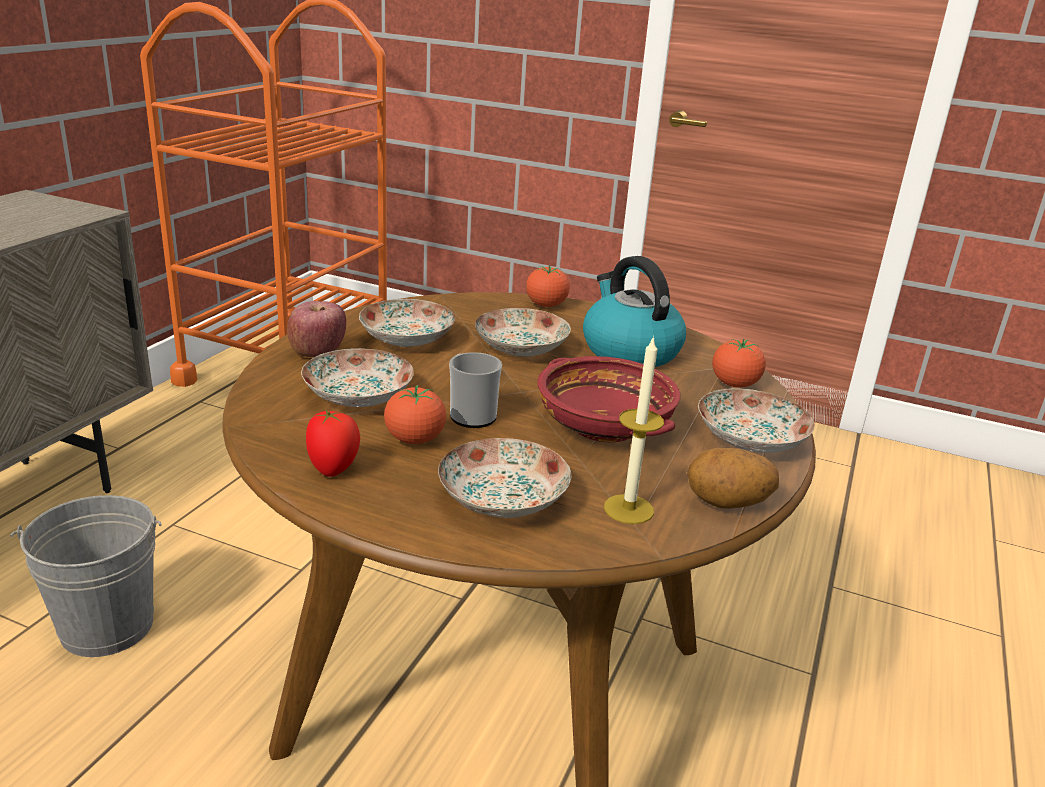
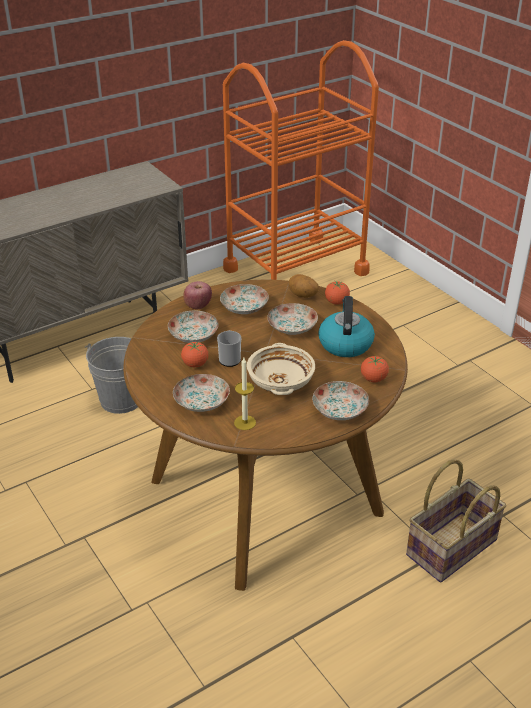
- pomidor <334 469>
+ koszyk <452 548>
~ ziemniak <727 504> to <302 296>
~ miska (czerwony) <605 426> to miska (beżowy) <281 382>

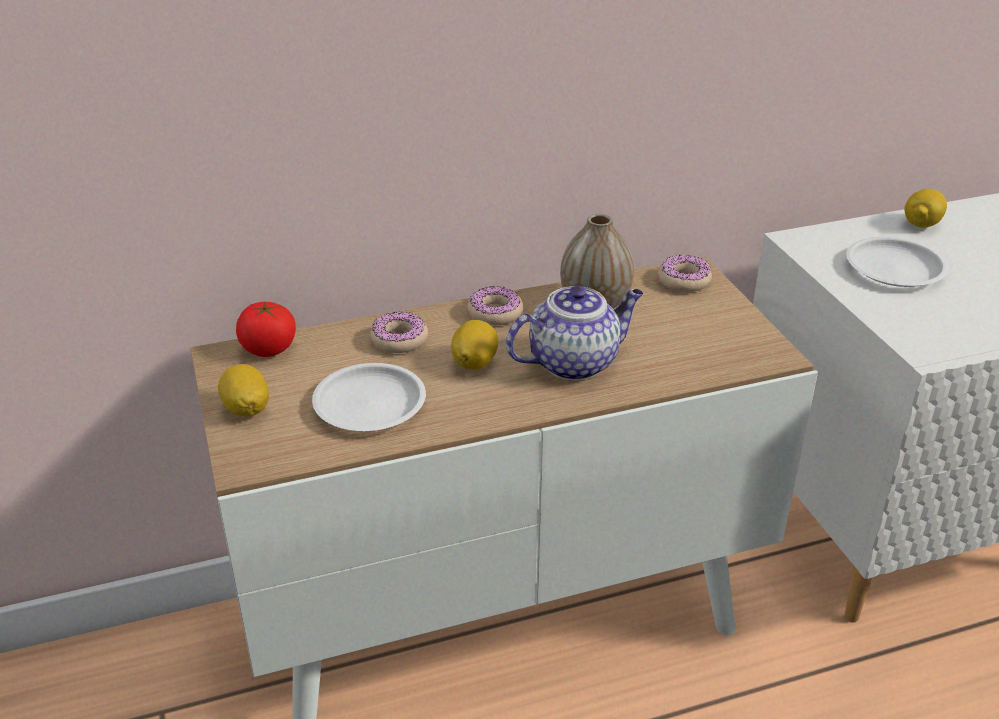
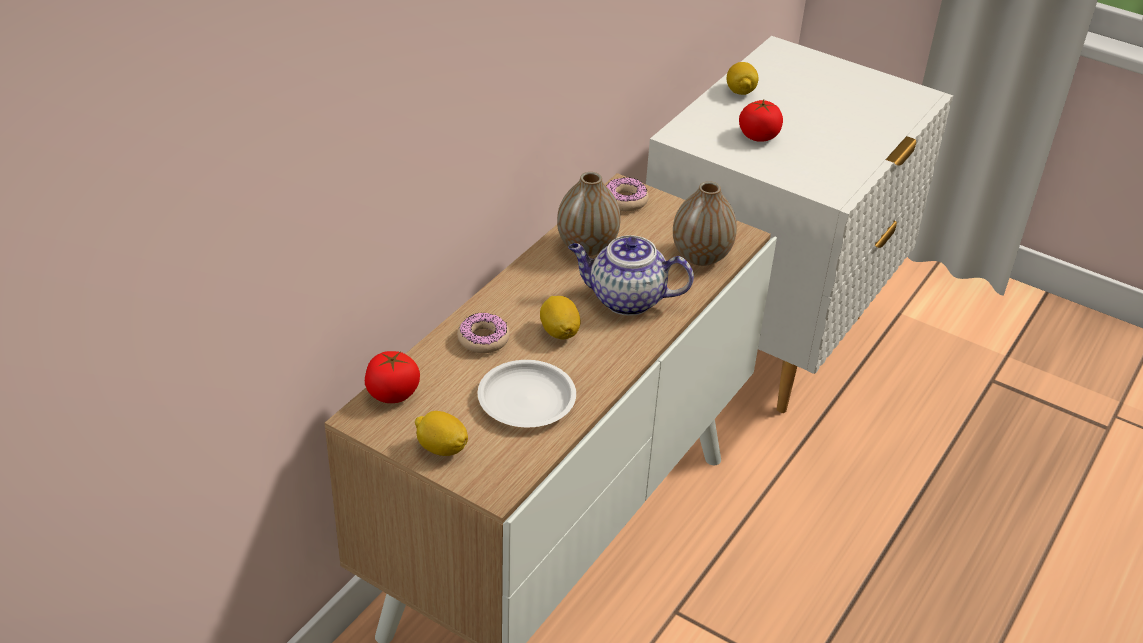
- donut <495 313>
+ wazon <701 256>
~ talerz (biały) <895 268> to pomidor <759 136>
~ imbryk <574 362> = <625 299> 105 degrees counterclockwise

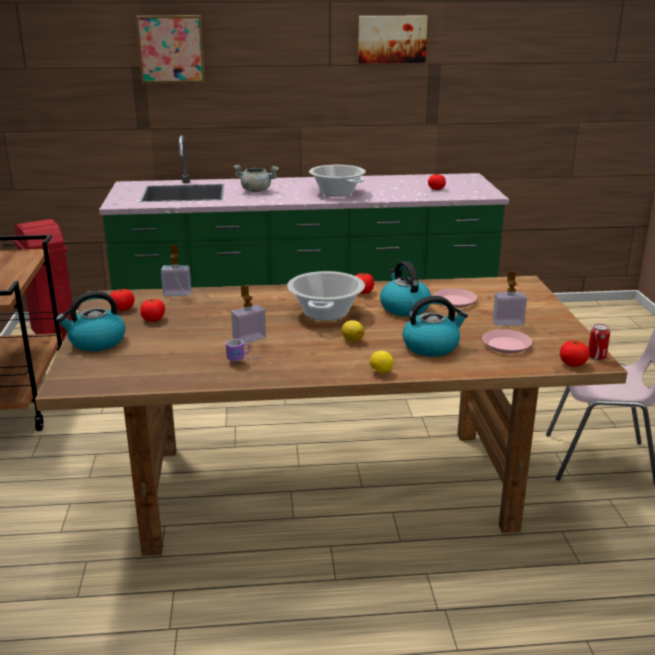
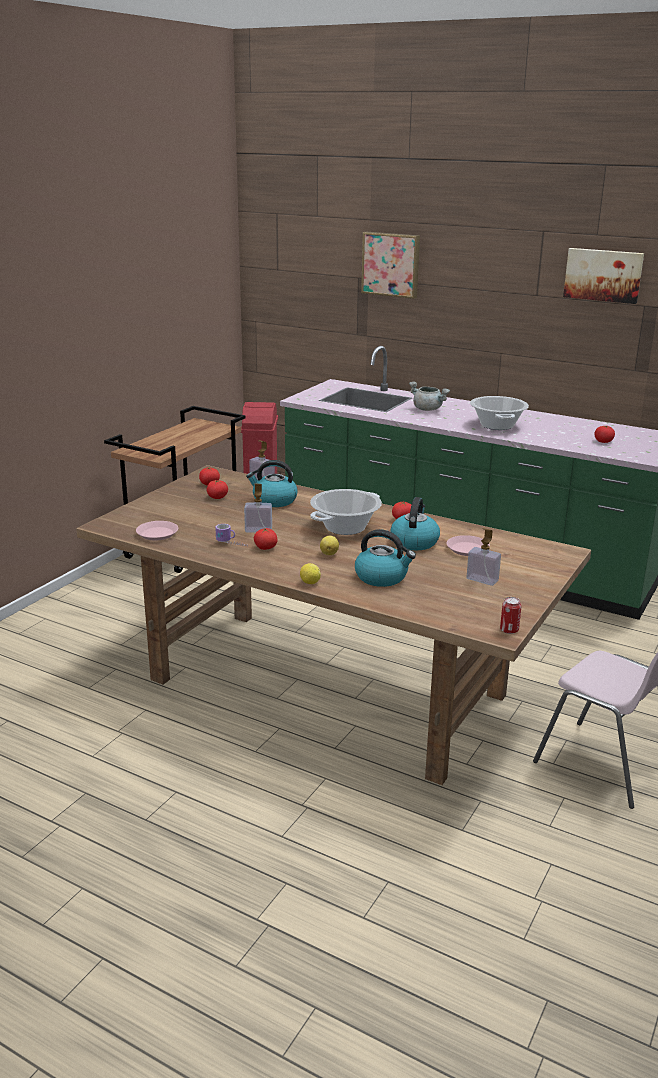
~ czajnik <96 342> to <274 500>
~ talerz (różowy) <506 345> to <157 534>
~ pomidor <573 364> to <265 548>

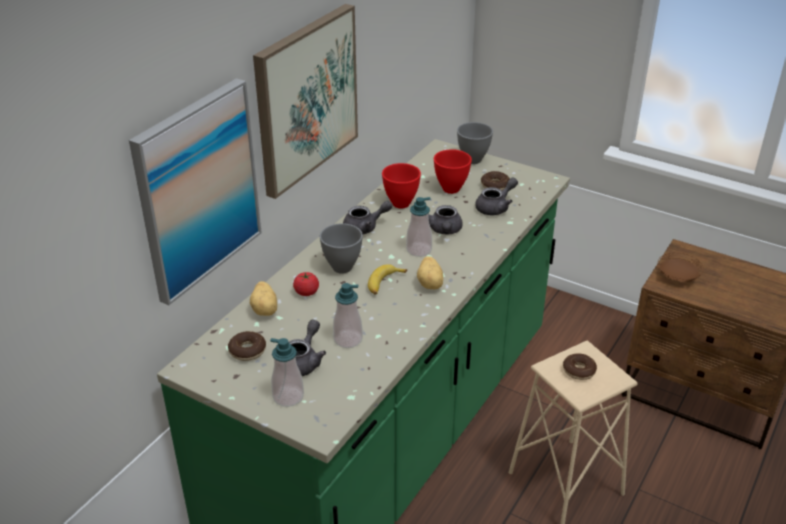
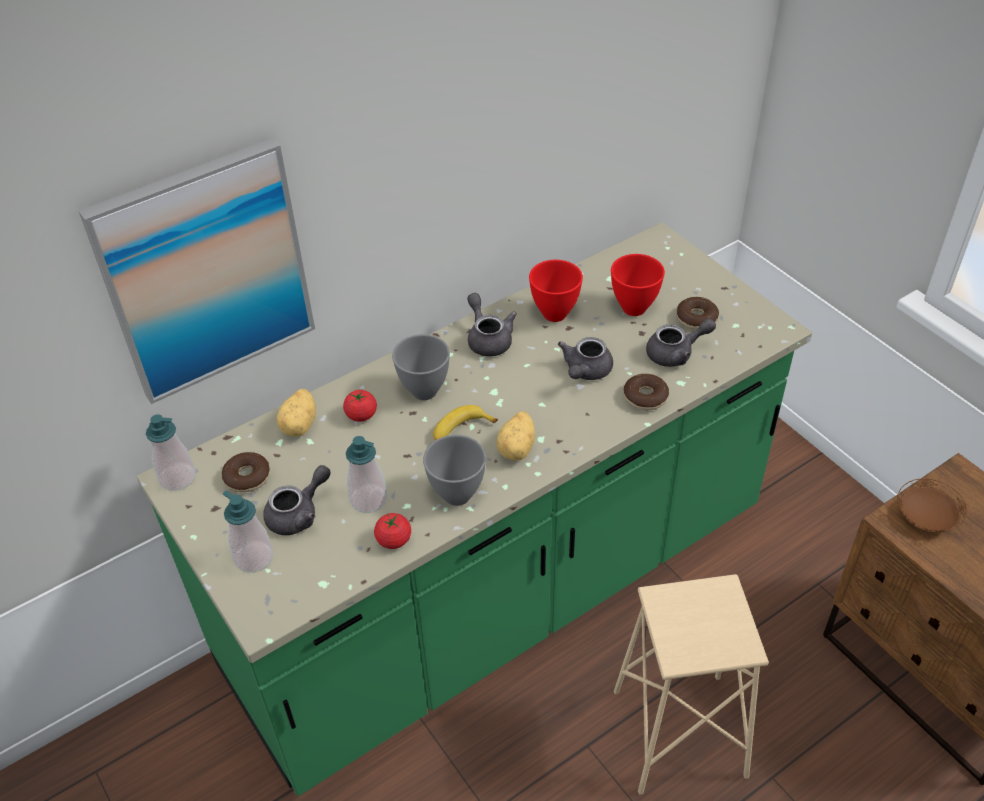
- obraz <306 99>
+ pomidor <394 540>
~ dozownik mydła <419 250> to <177 478>
~ miska (szary) <472 159> to <457 493>
~ donut <579 371> to <645 397>
~ imbryk (szary) <365 227> = <488 338> 120 degrees counterclockwise

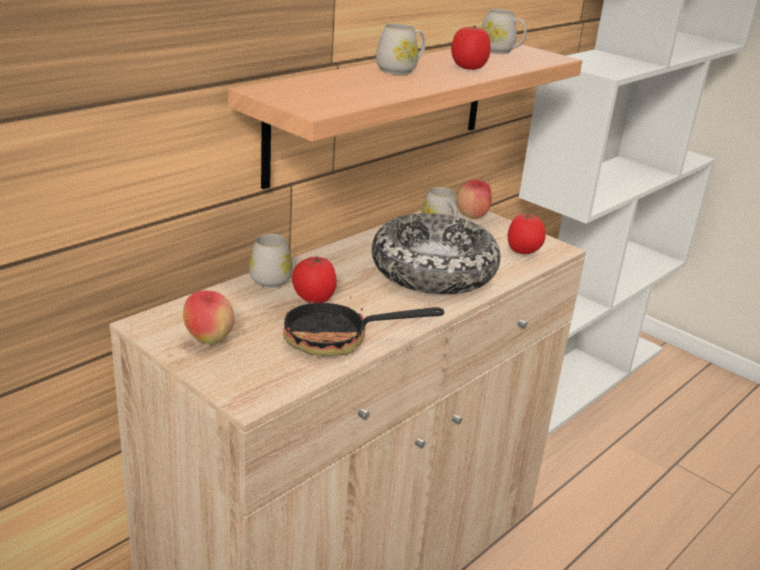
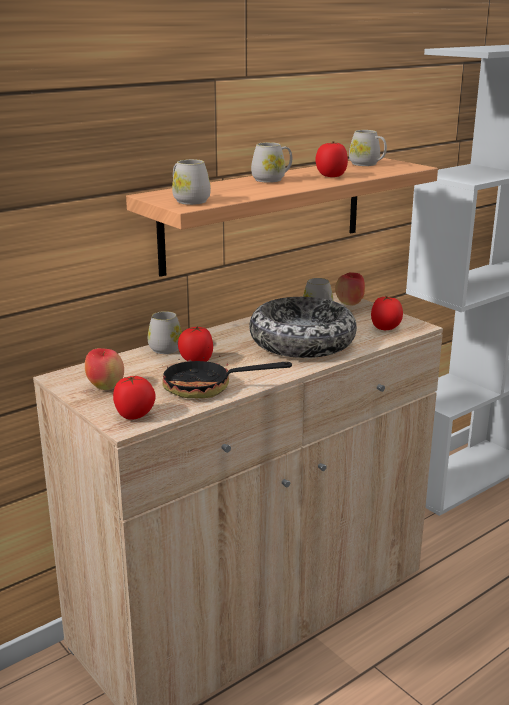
+ pomidor <135 415>
+ kubek (biały) <188 200>

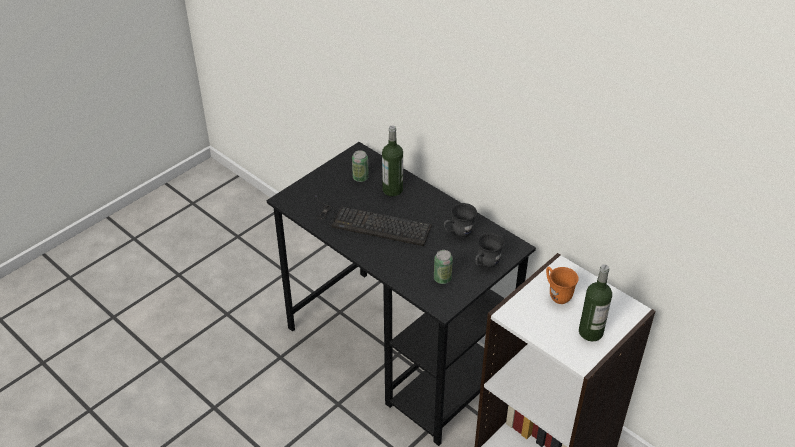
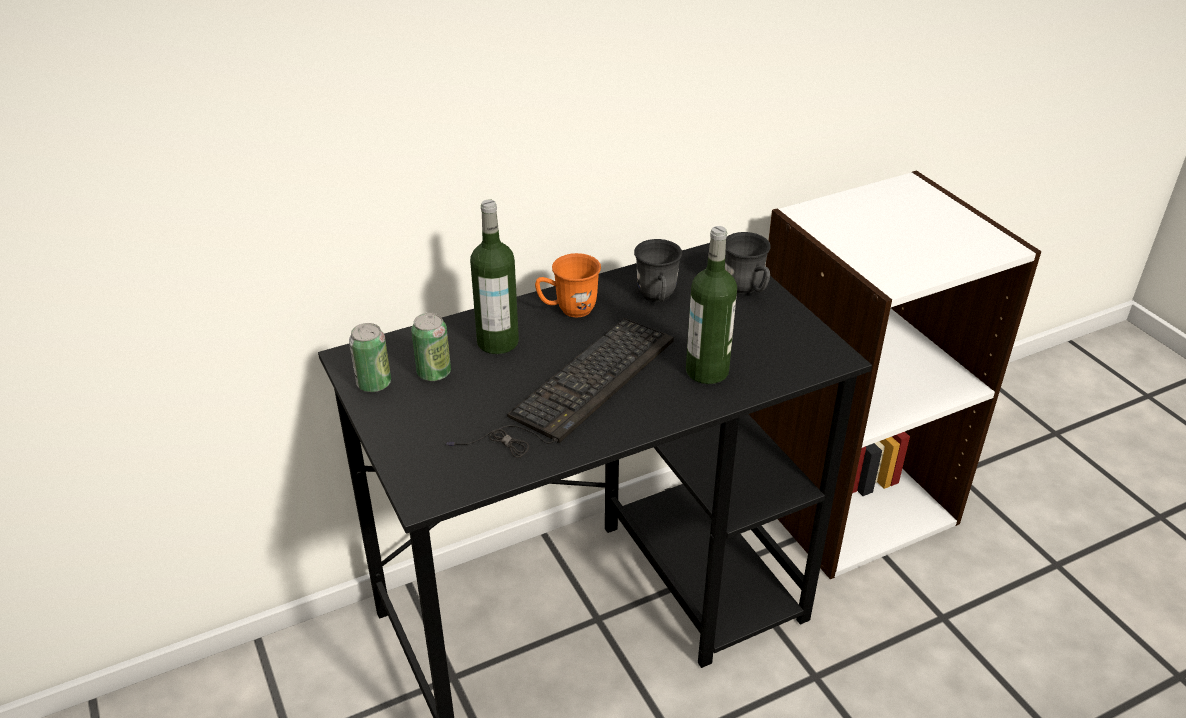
~ puszka <442 279> to <374 384>
~ kubek (pomarańczowy) <557 294> to <568 310>
~ butelka <590 332> to <707 371>

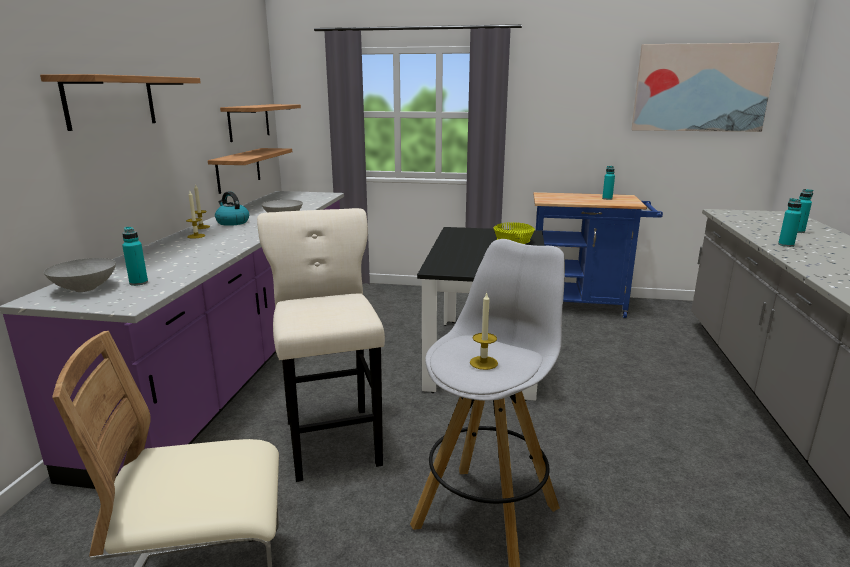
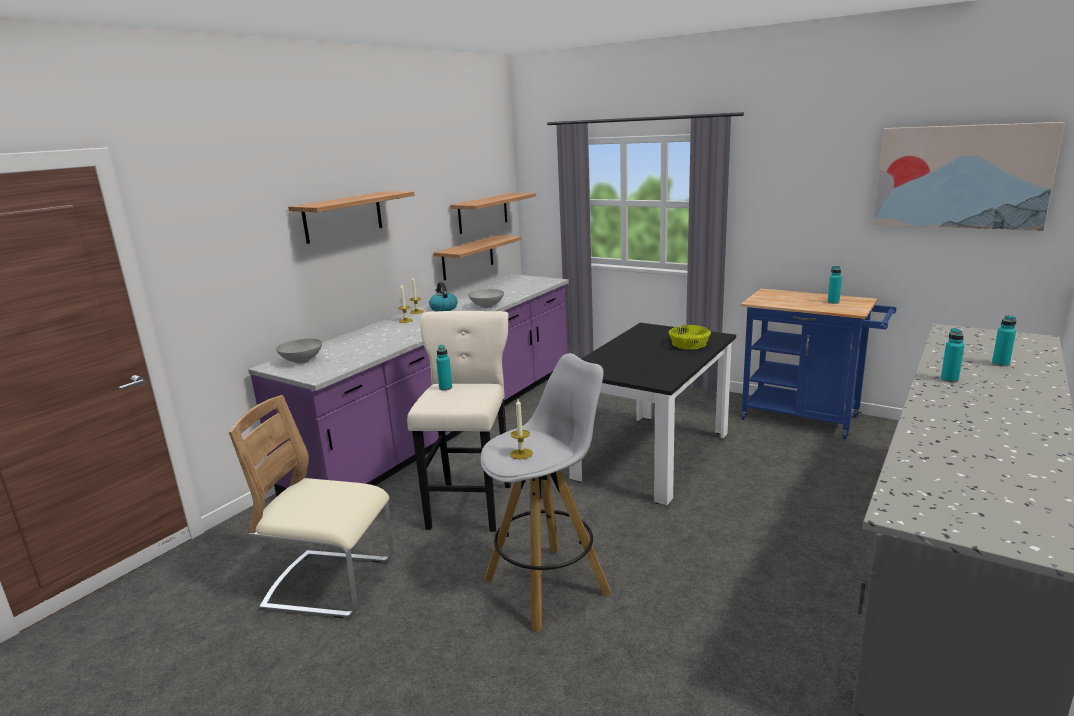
~ butelka (turkusowy) <138 283> to <445 388>

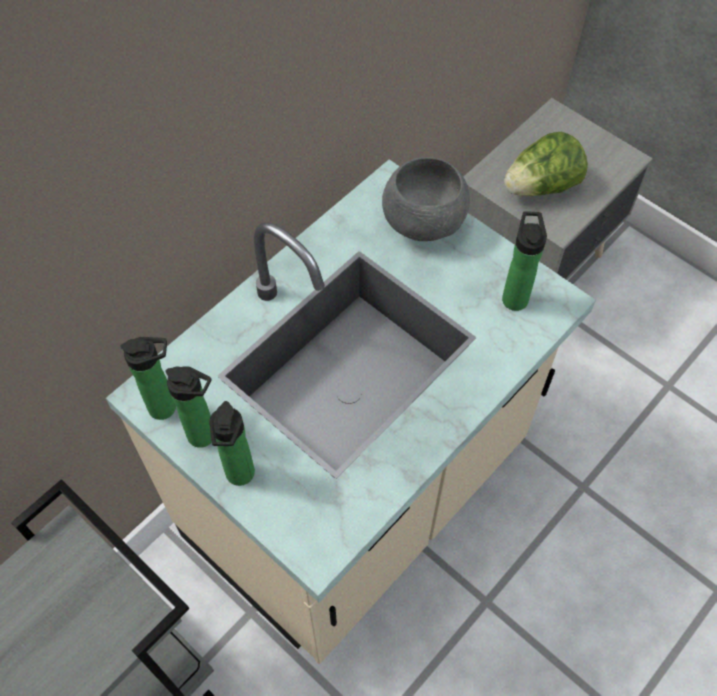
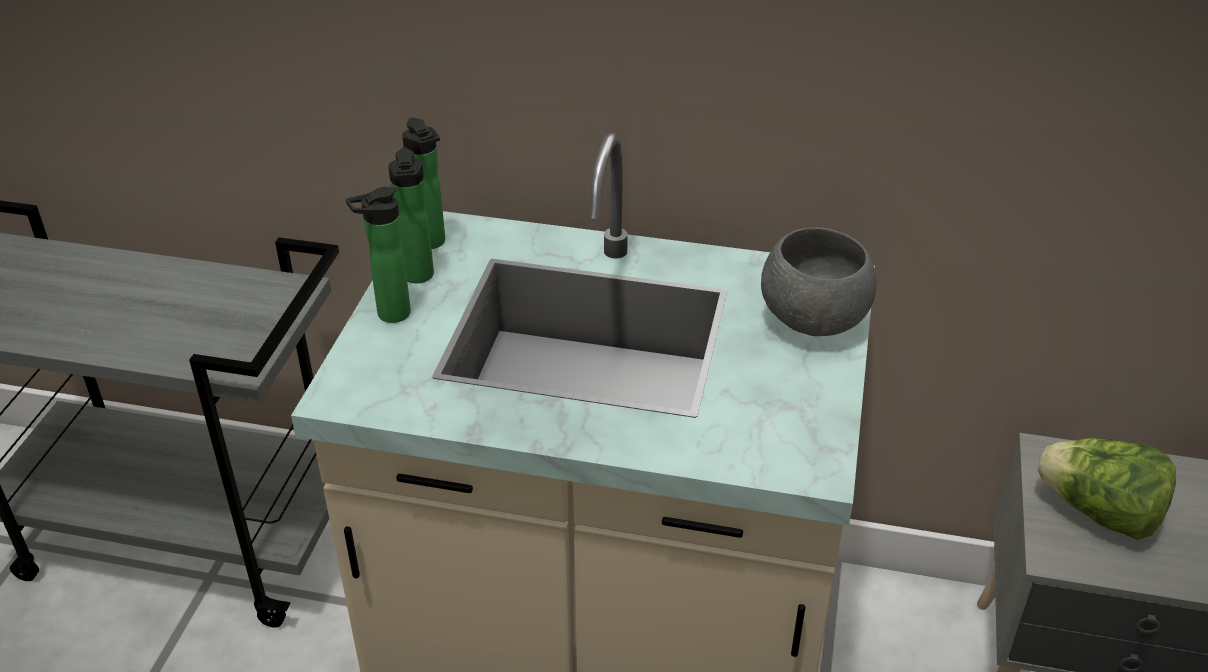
- butelka <514 296>

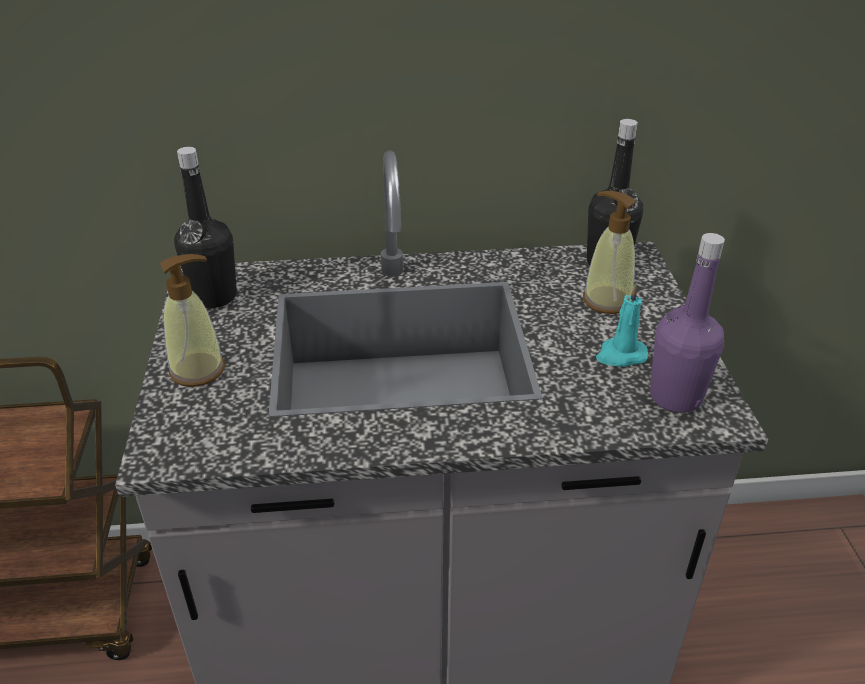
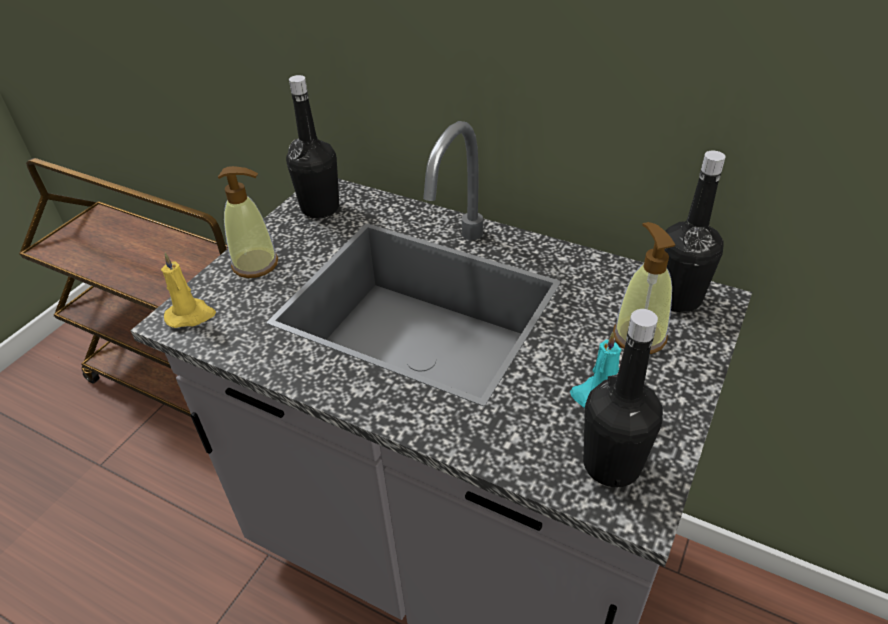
+ świeca (żółty) <191 315>
~ butelka (fioletowy) <675 397> to butelka (czarny) <611 464>

